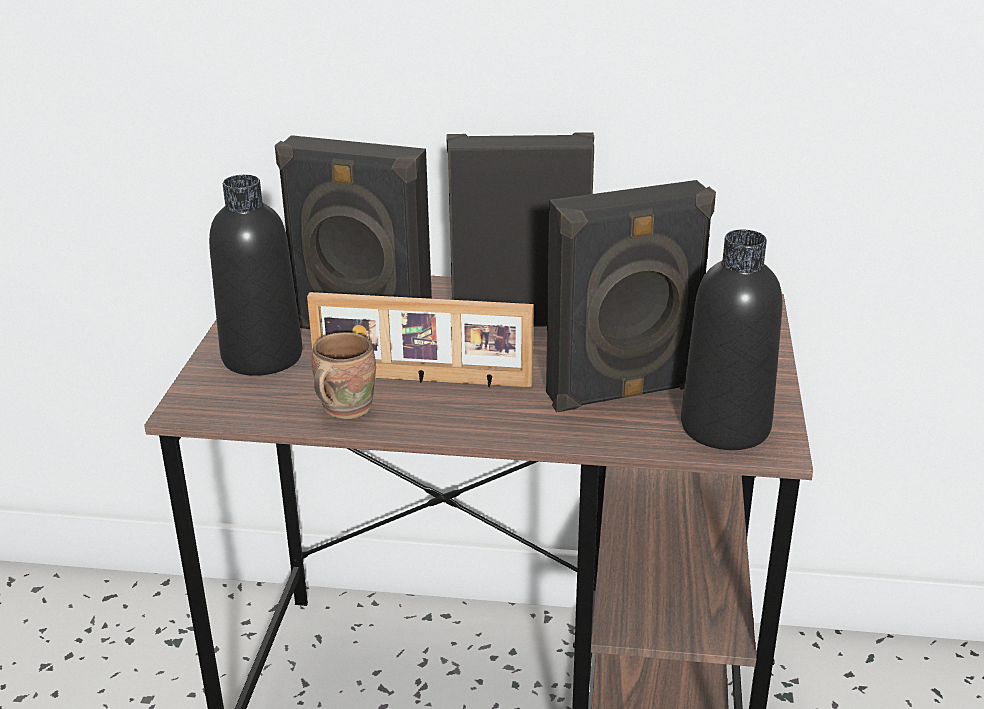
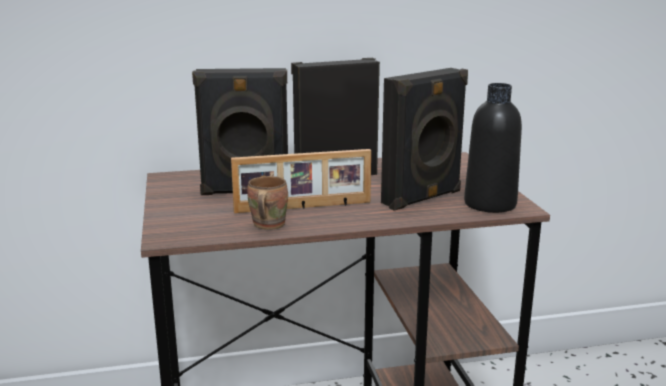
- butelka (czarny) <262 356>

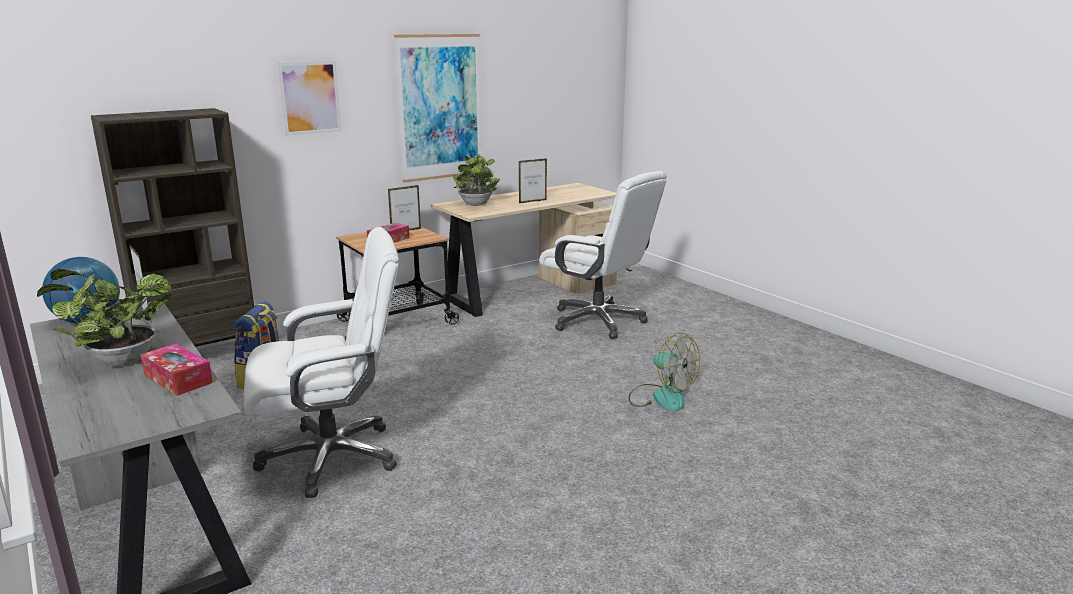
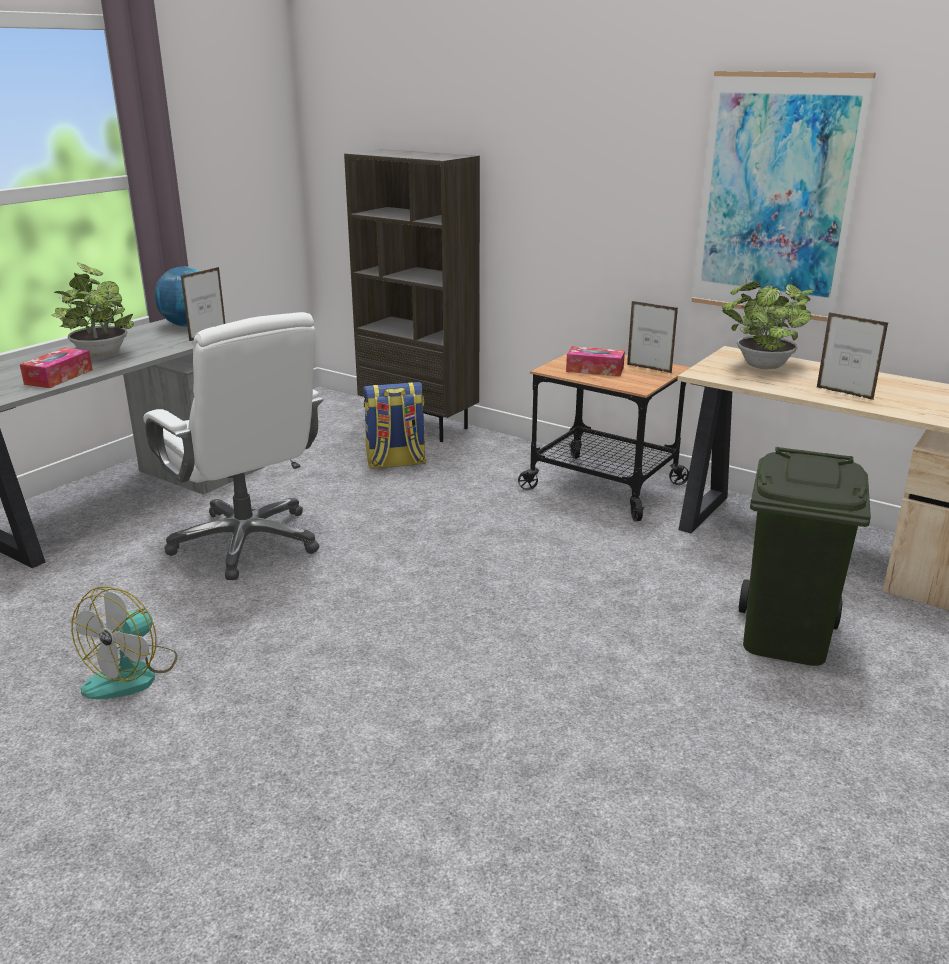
- obraz <310 98>
~ wentylator <661 397> to <132 674>
~ krzesło biurowe (biały) <598 321> to kosz na śmieci (zielony) <783 636>

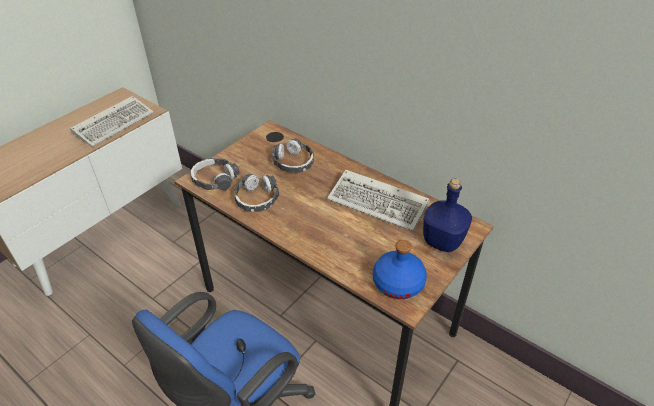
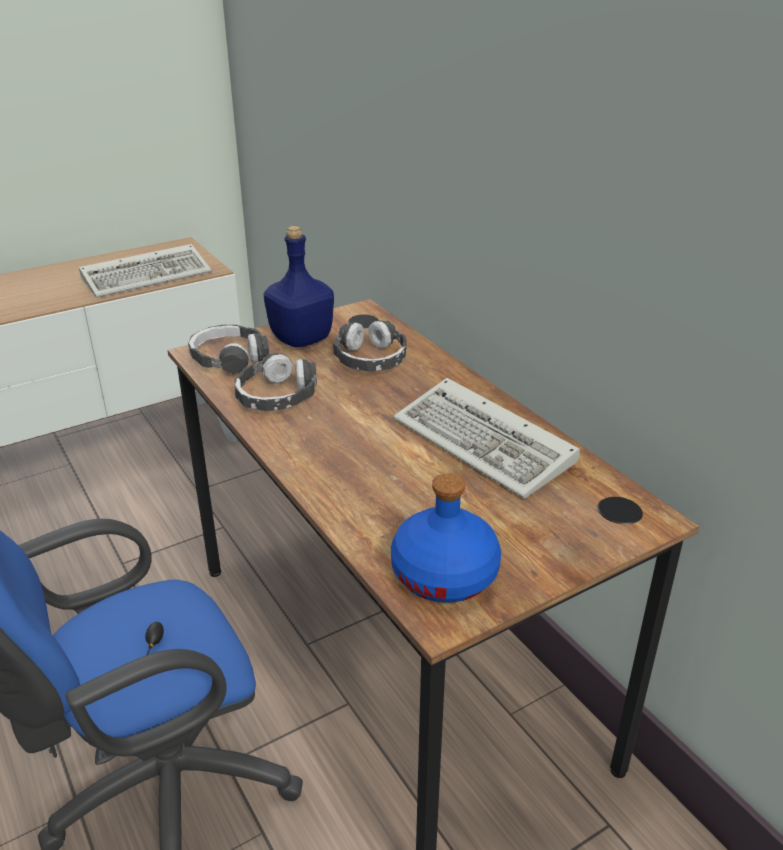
~ butelka (niebieski) <442 241> to <300 338>

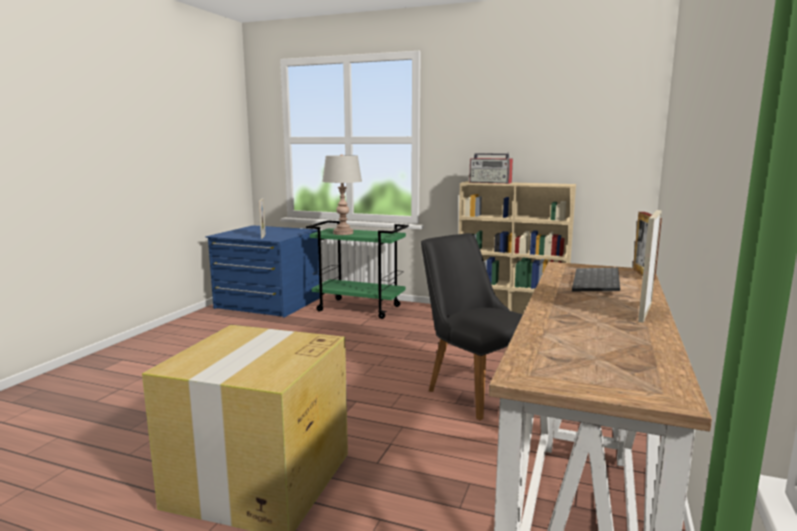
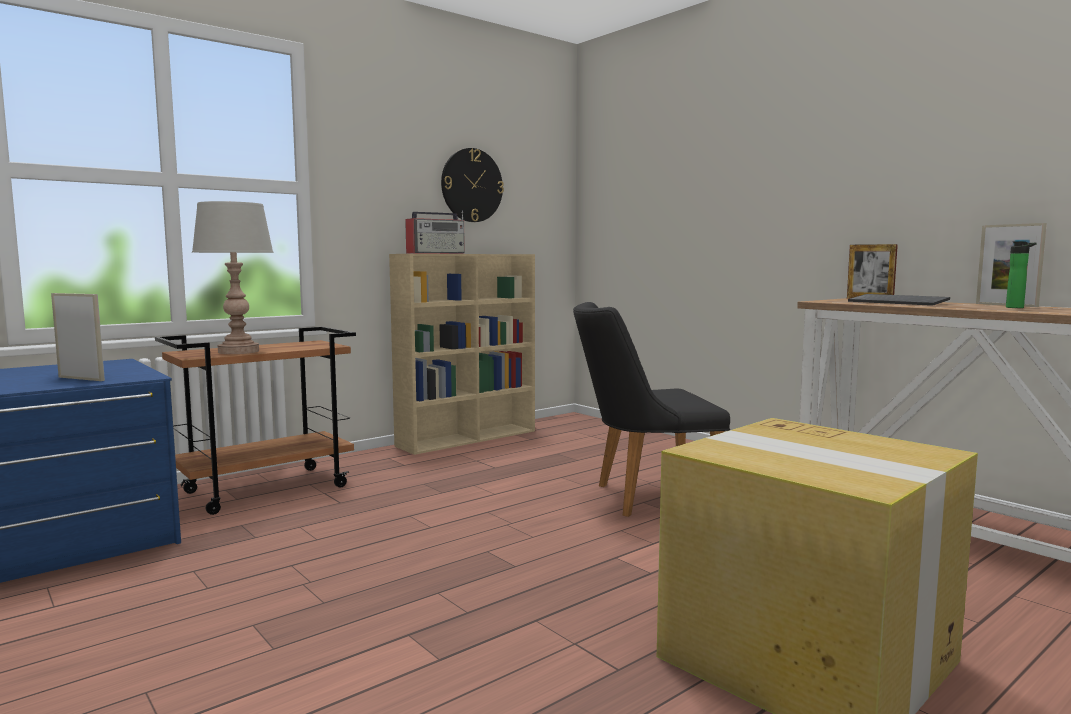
+ zegar ścienny <471 185>
+ butelka <1017 307>
~ wózek (zielony) <360 308> to wózek (brązowy) <267 489>

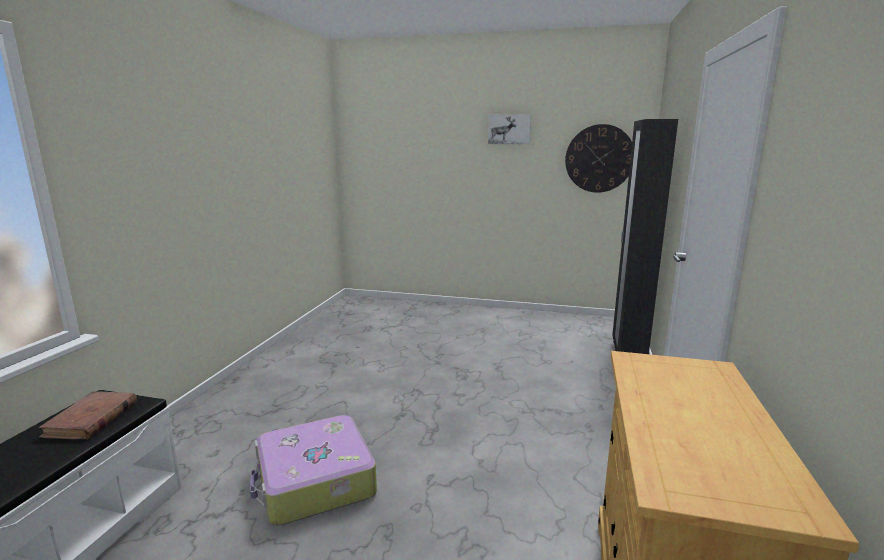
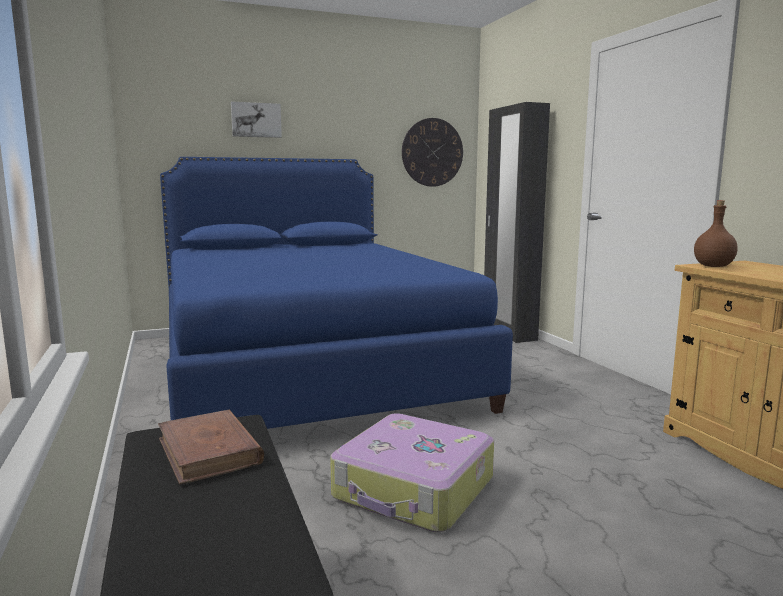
+ łóżko (niebieski) <307 368>
+ butelka (brązowy) <714 266>
~ obraz <509 129> to <256 120>

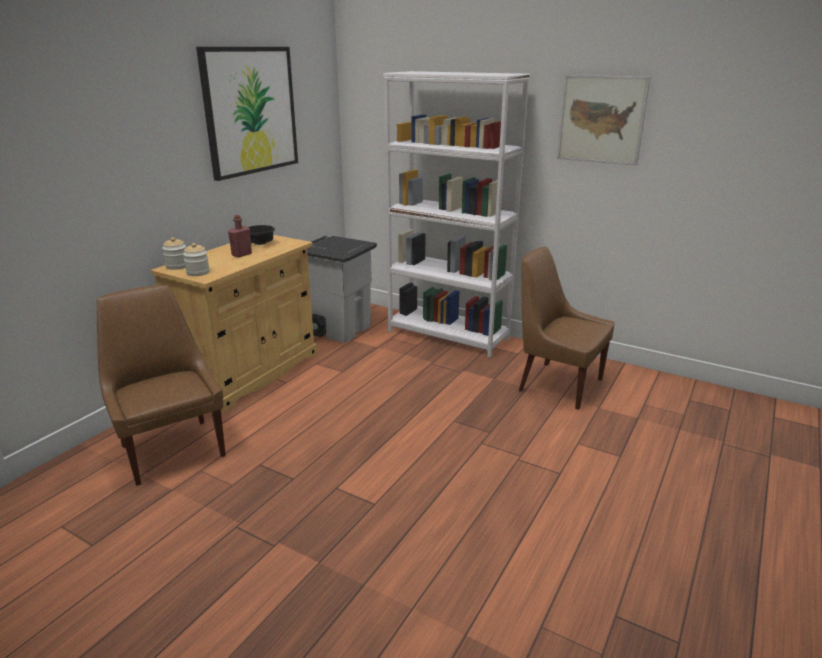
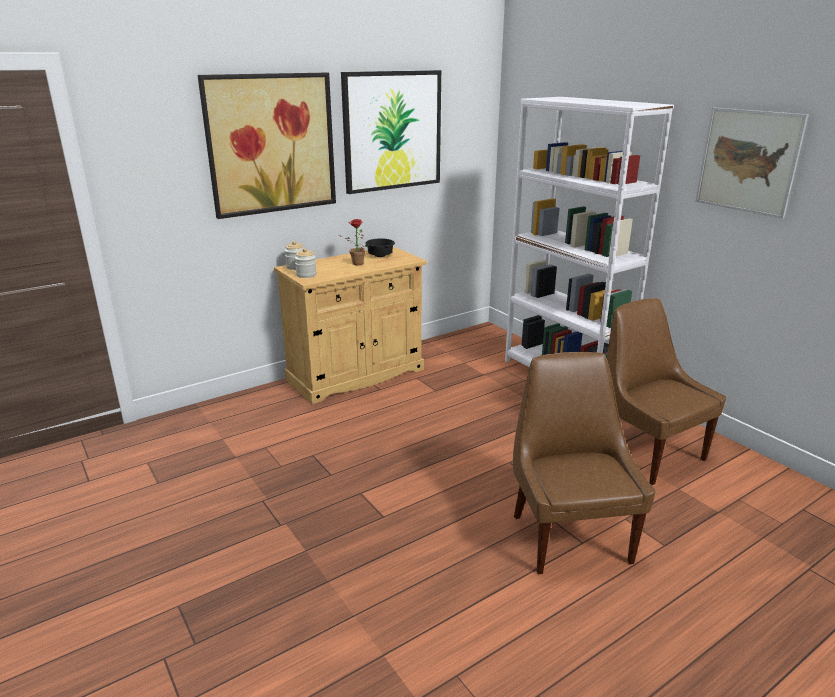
- kosz na śmieci (szary) <340 329>
+ obraz <271 144>
~ krzesło (brązowy) <172 449> to <569 535>
~ butelka (czerwony) <241 254> to roślina doniczkowa <355 264>

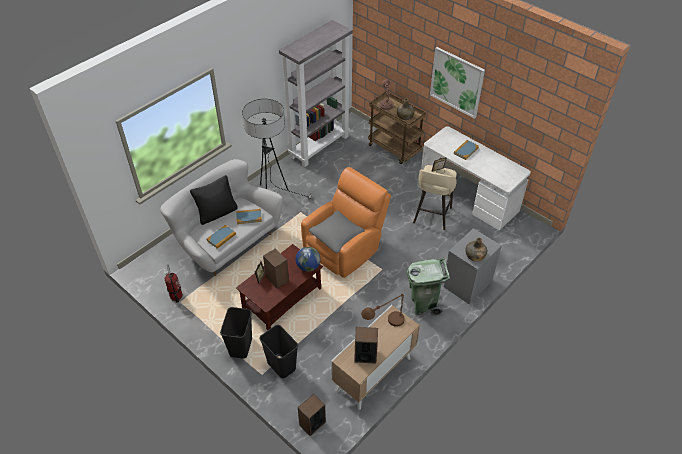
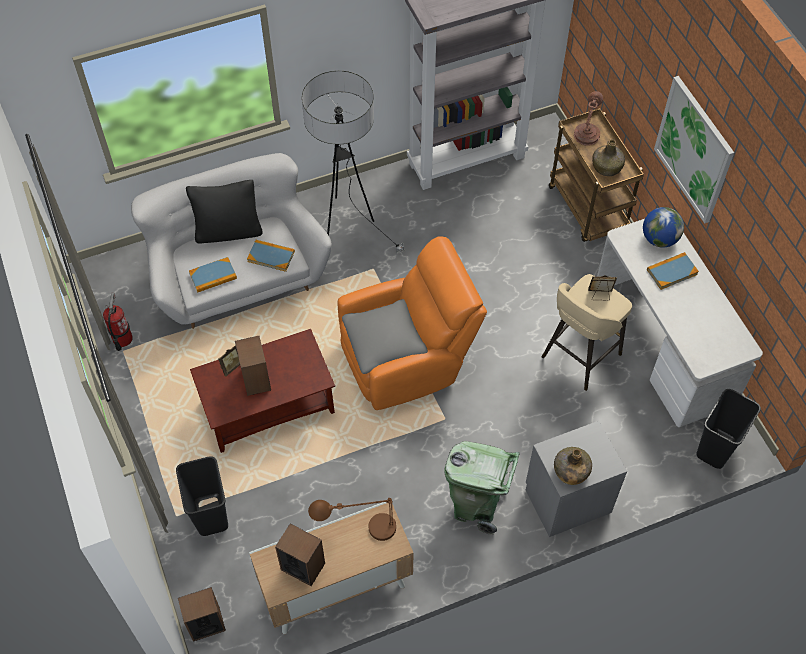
~ kosz na śmieci (czarny) <240 346> to <715 448>
~ globus <308 267> to <659 239>

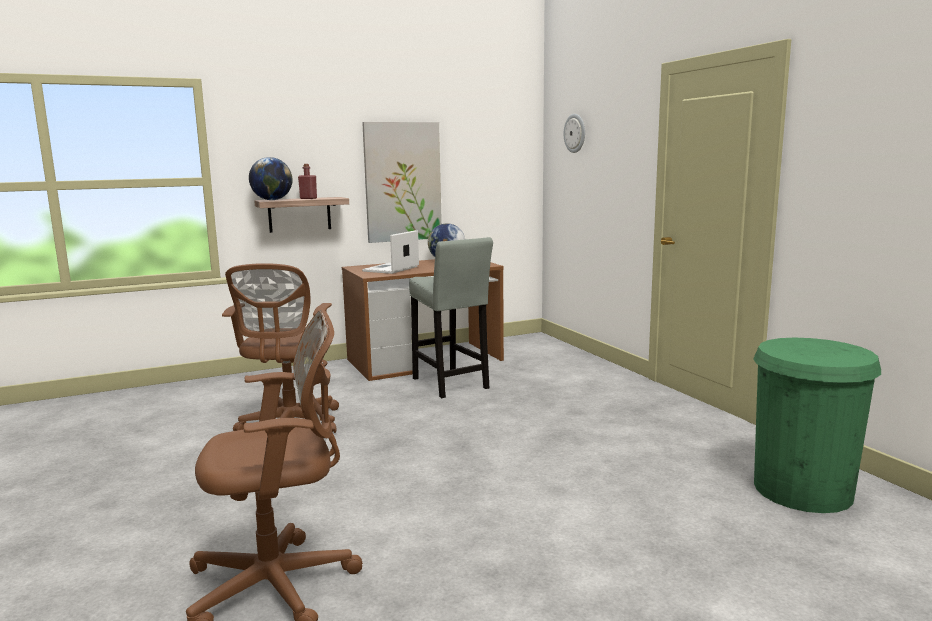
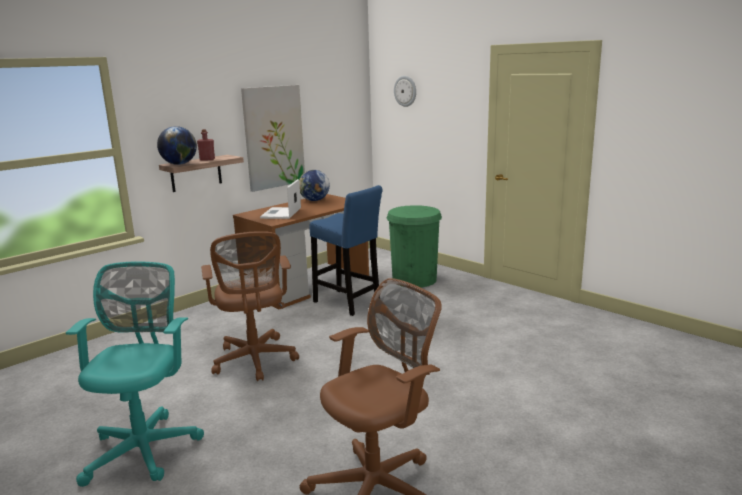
+ krzesło biurowe (turkusowy) <145 447>
~ kosz na śmieci (zielony) <802 490> to <414 279>
~ stołek (szary) <451 385> to stołek (niebieski) <348 303>

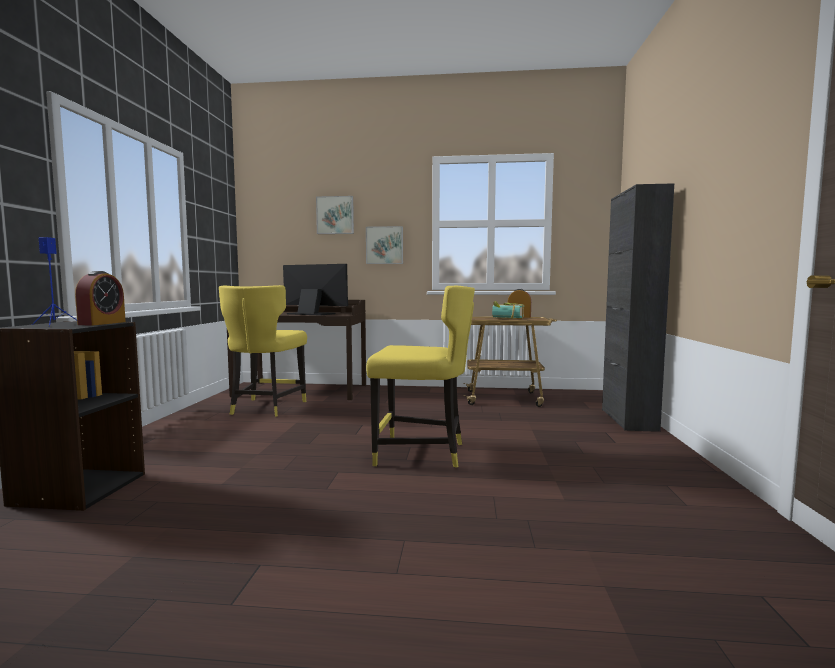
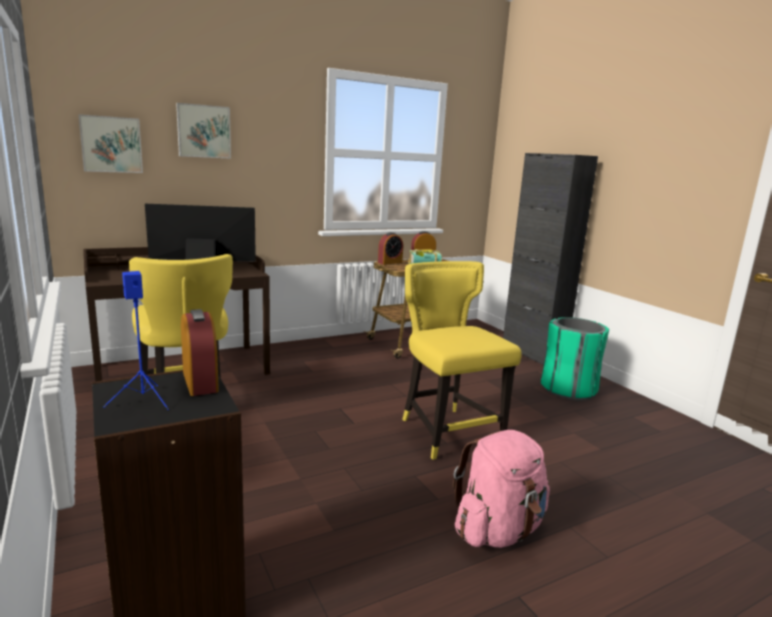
+ budzik <390 262>
+ plecak (różowy) <498 530>
+ kosz na śmieci (zielony) <568 389>
~ obraz <384 245> to <111 144>
~ krzesło (żółty) <422 453> = <448 431> 90 degrees counterclockwise

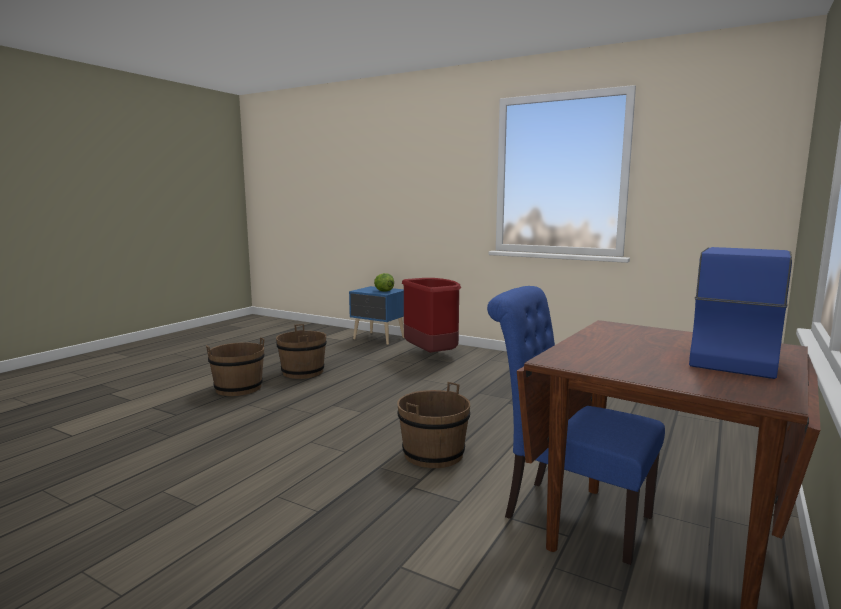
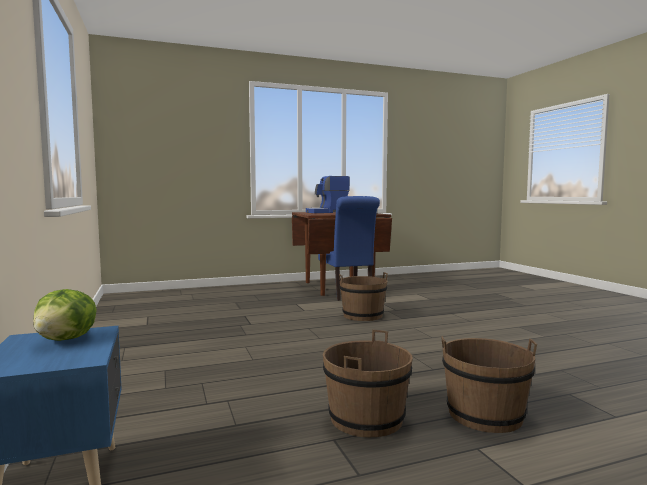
- kosz na śmieci (czerwony) <431 355>

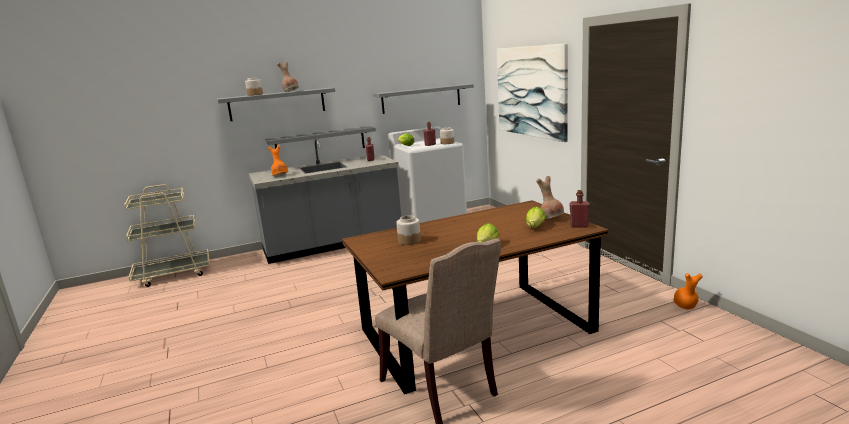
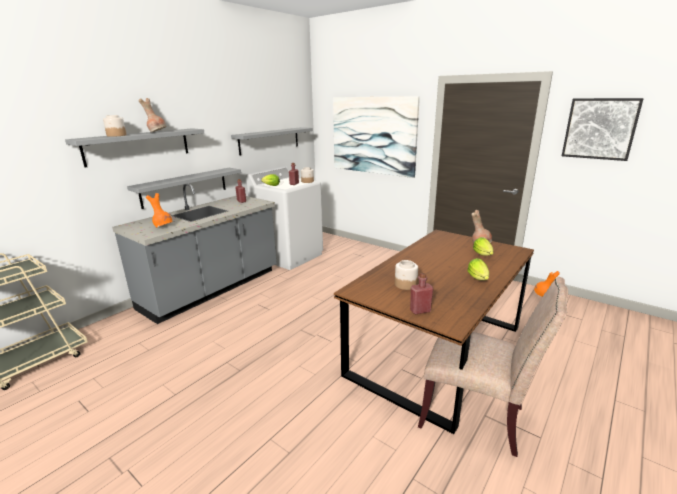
+ obraz <600 129>
~ butelka (czerwony) <579 226> to <420 310>

